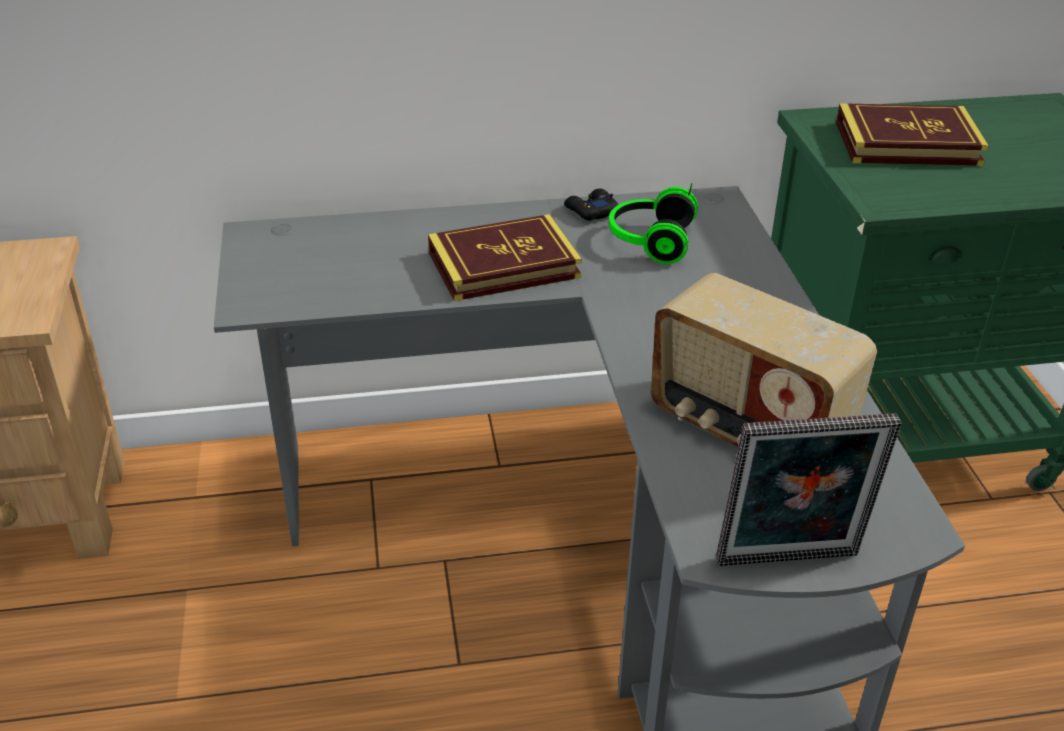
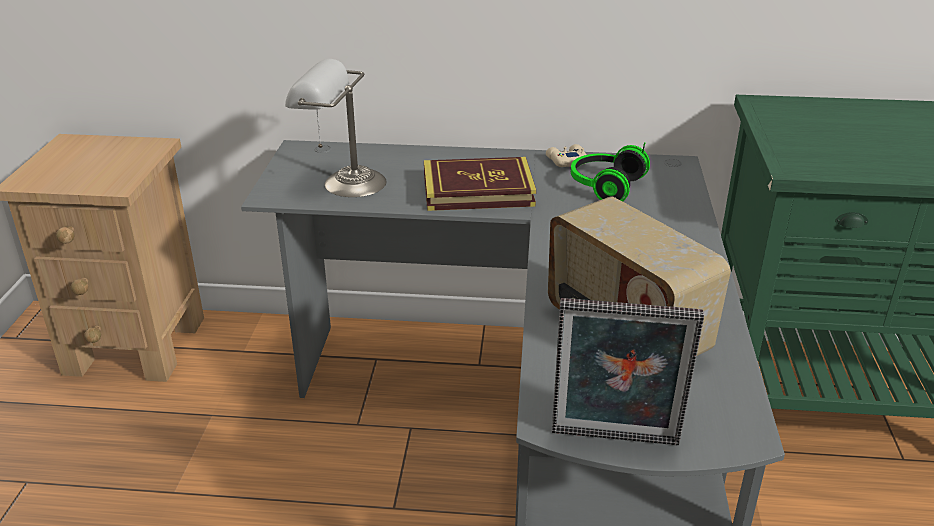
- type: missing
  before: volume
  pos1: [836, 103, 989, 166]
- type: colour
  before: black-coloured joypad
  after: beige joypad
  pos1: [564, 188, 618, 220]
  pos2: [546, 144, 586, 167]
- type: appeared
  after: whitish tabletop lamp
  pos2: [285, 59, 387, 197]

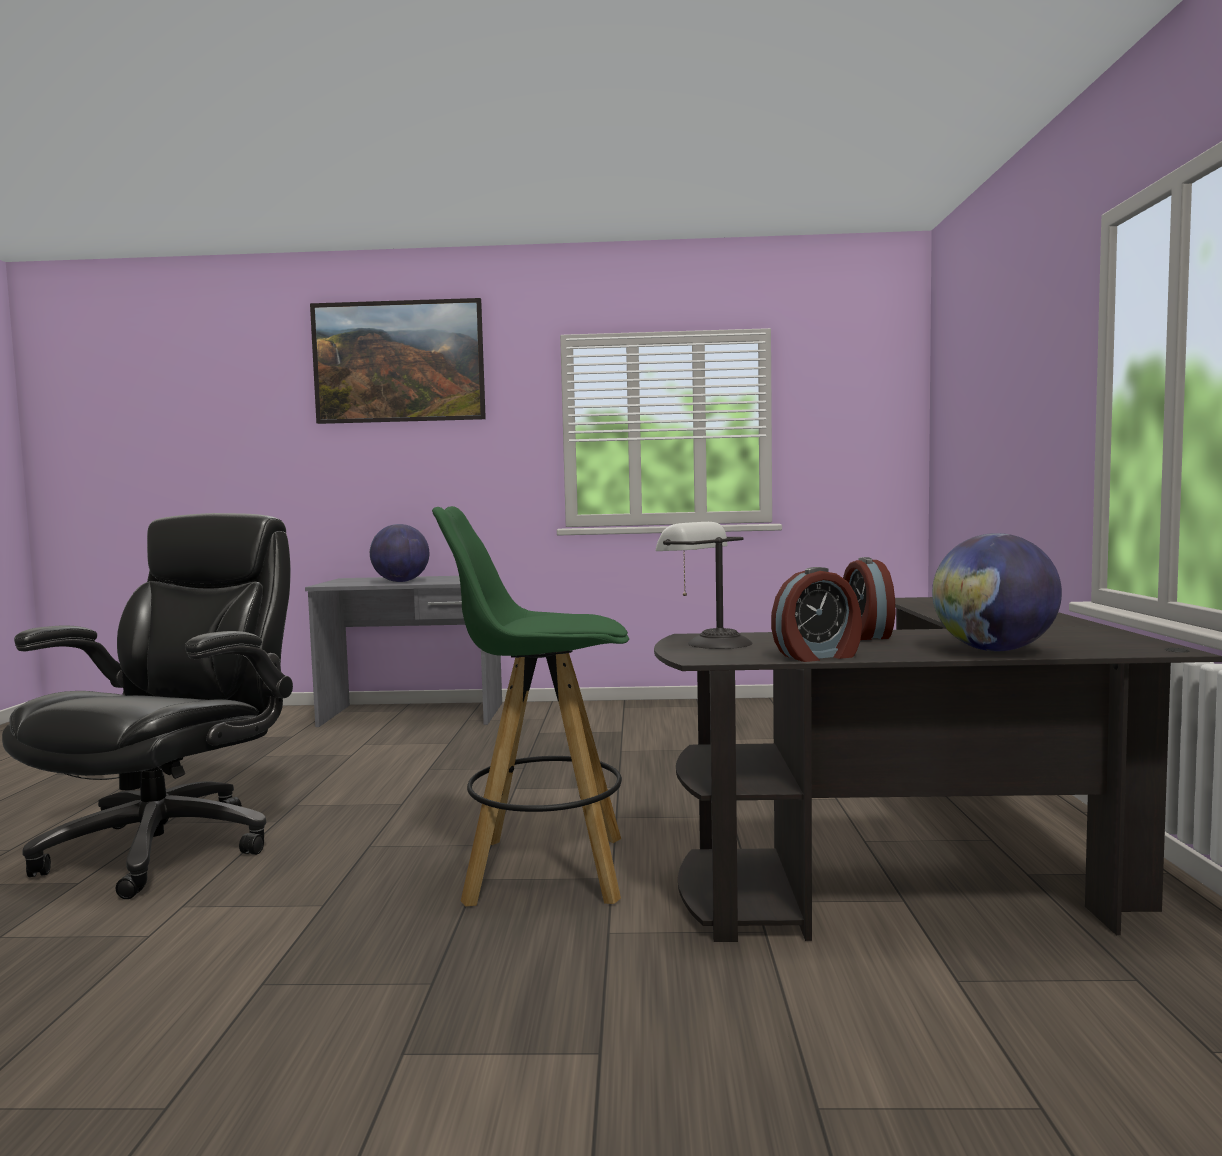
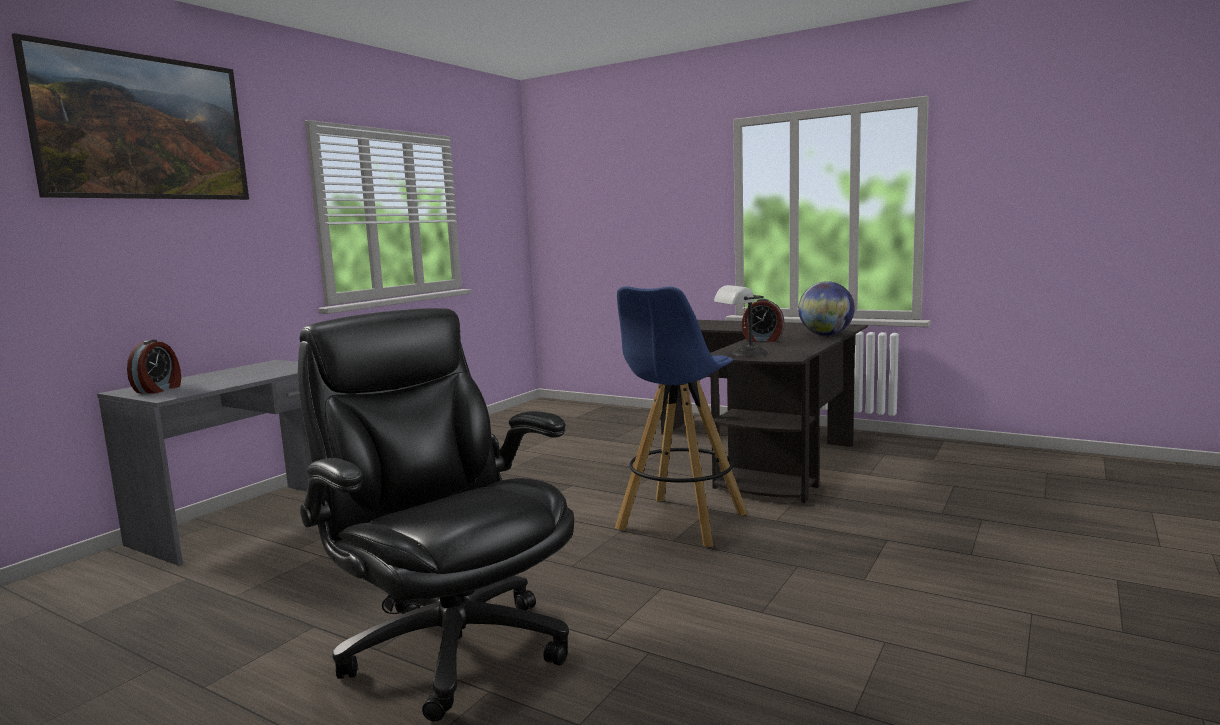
- type: colour
  before: greenish stool
  after: bluish stool
  pos1: [432, 506, 629, 906]
  pos2: [615, 286, 747, 547]
- type: missing
  before: world globe
  pos1: [370, 524, 429, 582]
- type: relocated
  before: bedside clock
  pos1: [771, 567, 862, 662]
  pos2: [127, 340, 181, 393]

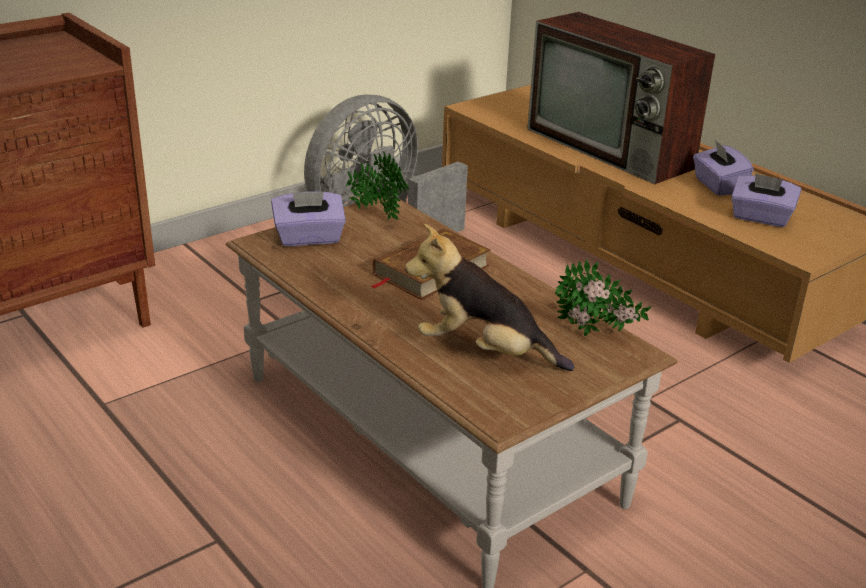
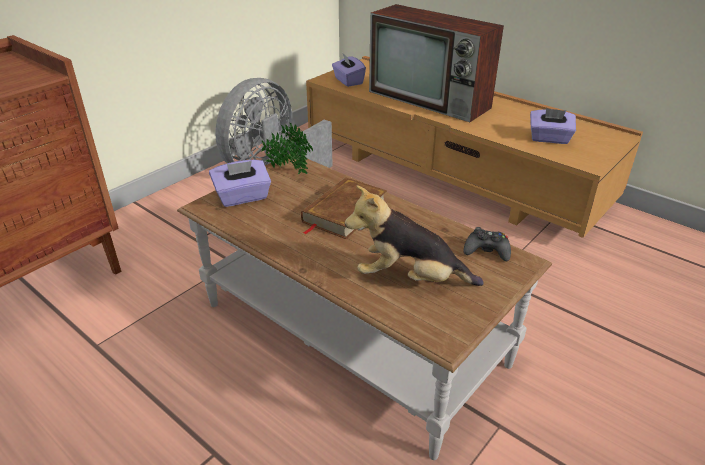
- type: relocated
  before: purplish tissue holder
  pos1: [693, 140, 754, 196]
  pos2: [332, 54, 366, 87]
- type: exchanged
  before: plant in a pot
  after: black-coloured joypad
  pos1: [555, 259, 651, 336]
  pos2: [464, 227, 511, 261]

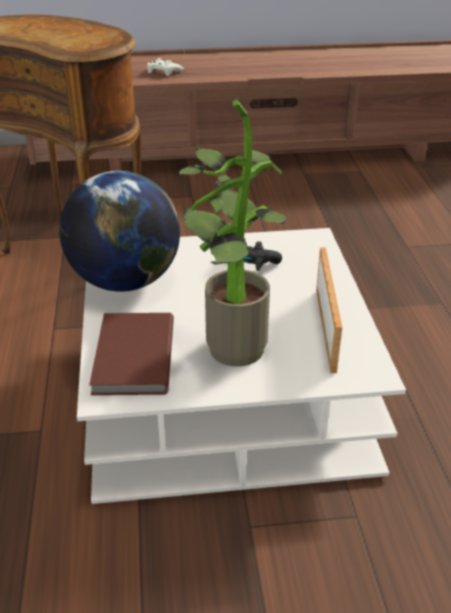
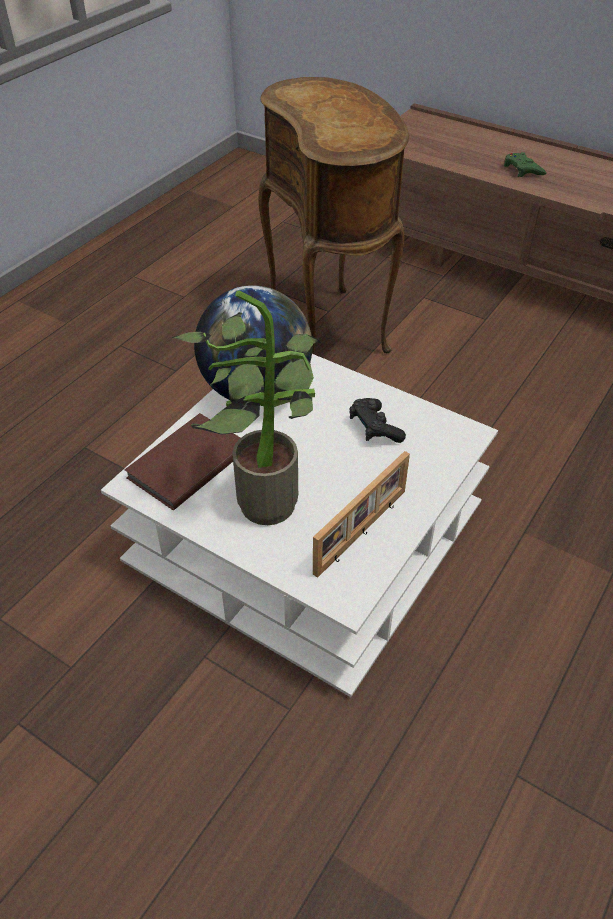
- type: colour
  before: whitish joypad
  after: greenish joypad
  pos1: [147, 58, 184, 76]
  pos2: [504, 152, 546, 177]

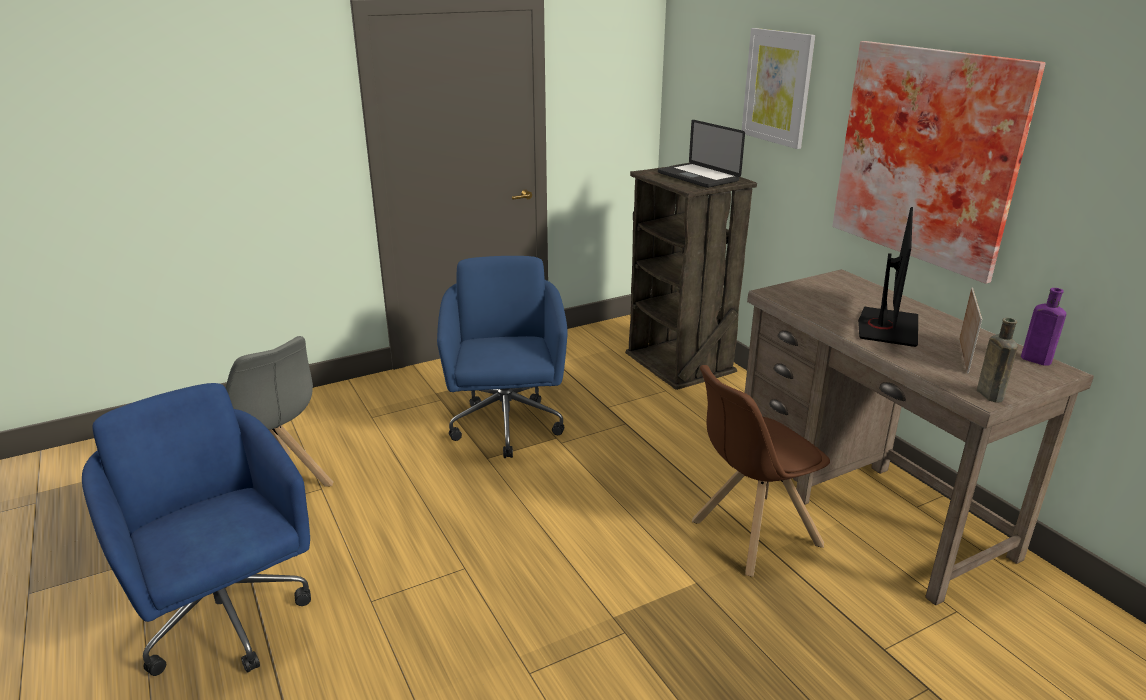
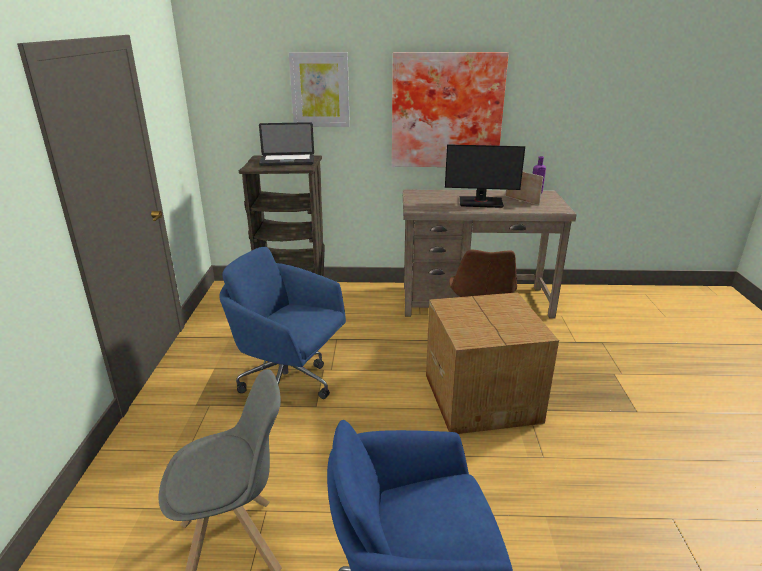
- type: spun
  before: computer display
  pos1: [858, 207, 918, 347]
  pos2: [445, 144, 525, 208]
  turn: 135
- type: missing
  before: brownish drink bottle
  pos1: [977, 318, 1018, 402]
- type: appeared
  after: packing box
  pos2: [426, 292, 559, 434]

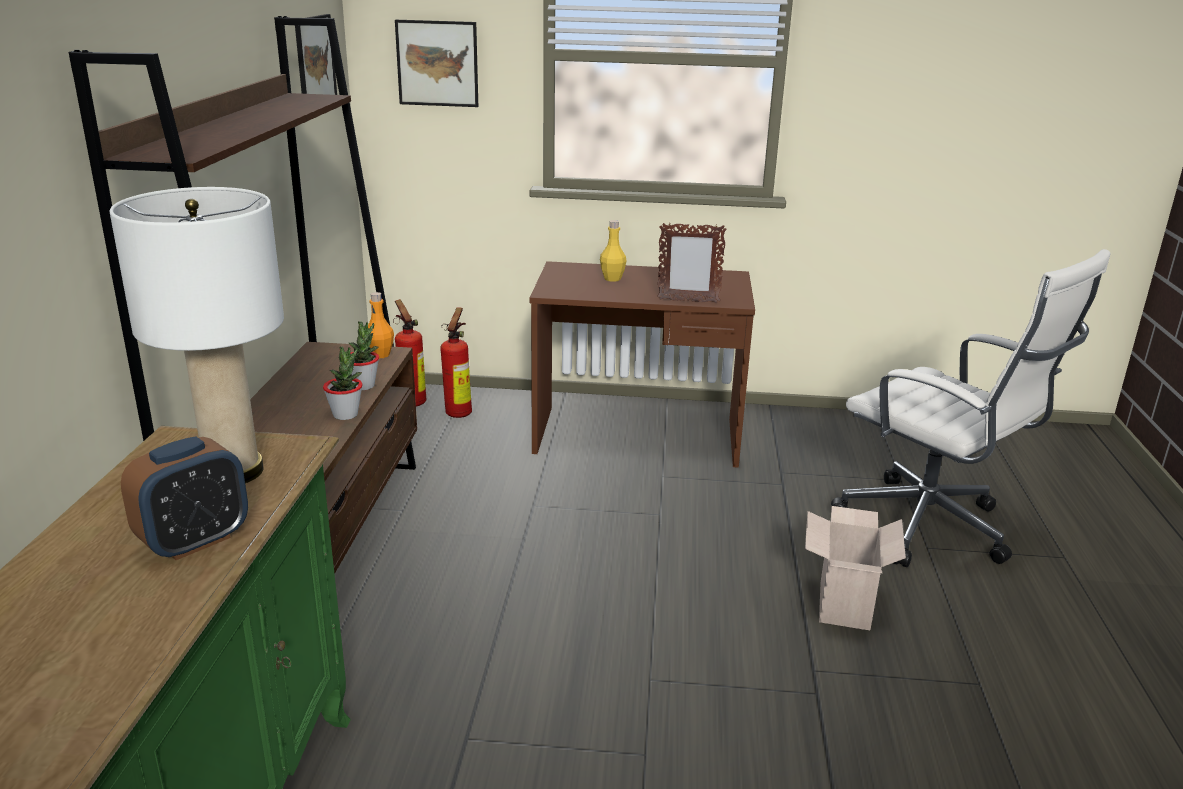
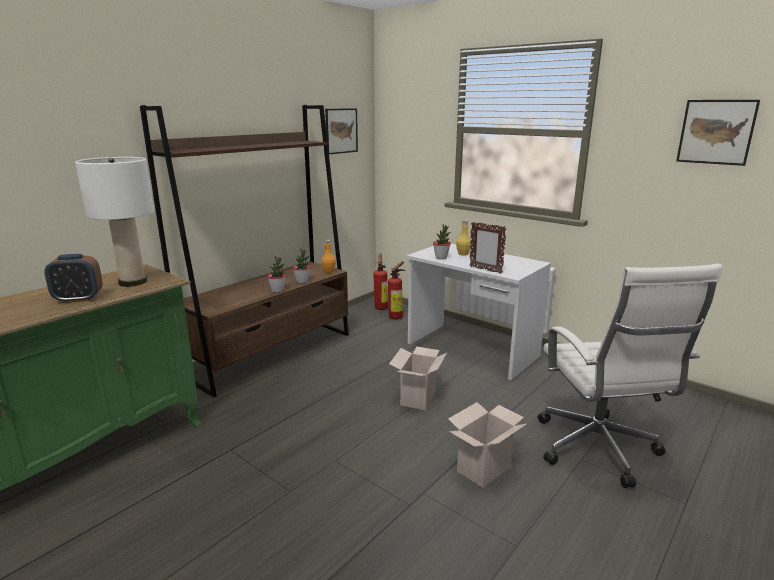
- type: relocated
  before: wall picture
  pos1: [395, 20, 478, 107]
  pos2: [676, 100, 760, 166]
- type: colour
  before: brownish desk unit
  after: whitish desk unit
  pos1: [530, 261, 755, 468]
  pos2: [406, 244, 551, 380]
- type: appeared
  after: plant in a pot
  pos2: [433, 224, 451, 259]
- type: appeared
  after: packing box
  pos2: [389, 347, 447, 410]

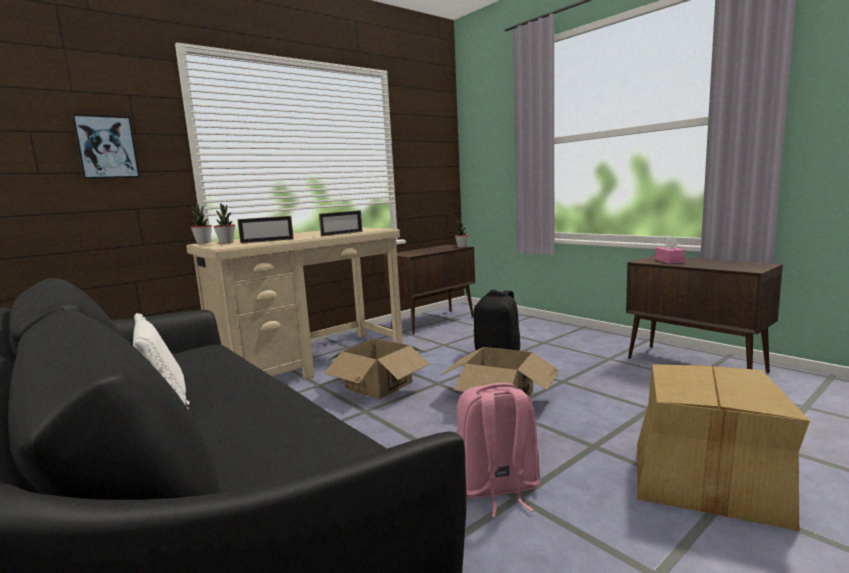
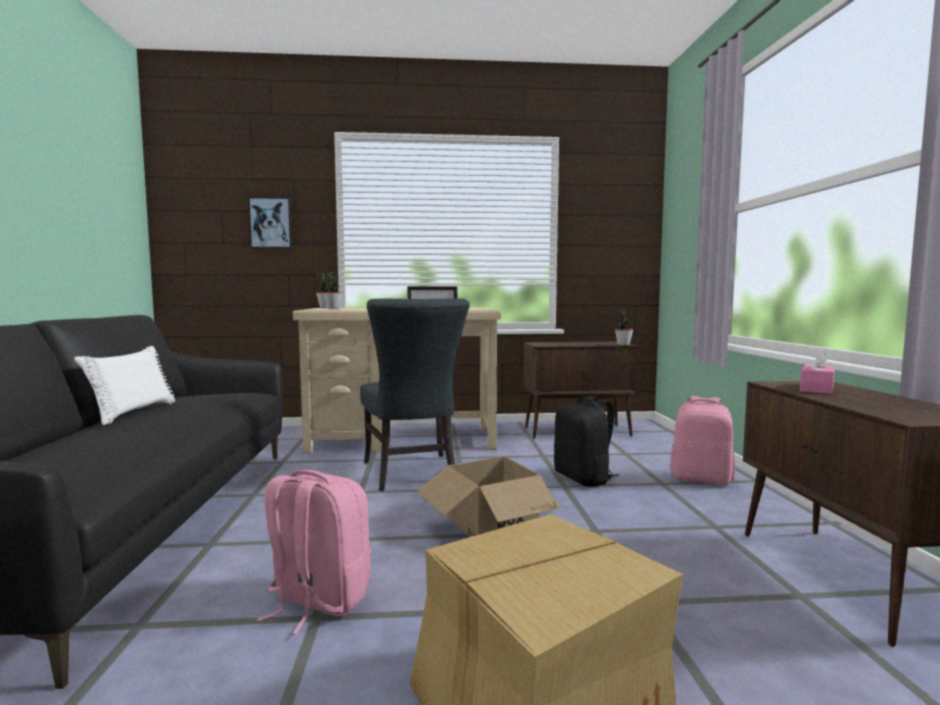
- type: missing
  before: standing frame
  pos1: [237, 216, 294, 243]
- type: exchanged
  before: packing box
  after: grey chair
  pos1: [324, 338, 430, 399]
  pos2: [360, 298, 470, 491]
- type: appeared
  after: pink-coloured backpack
  pos2: [670, 396, 735, 485]

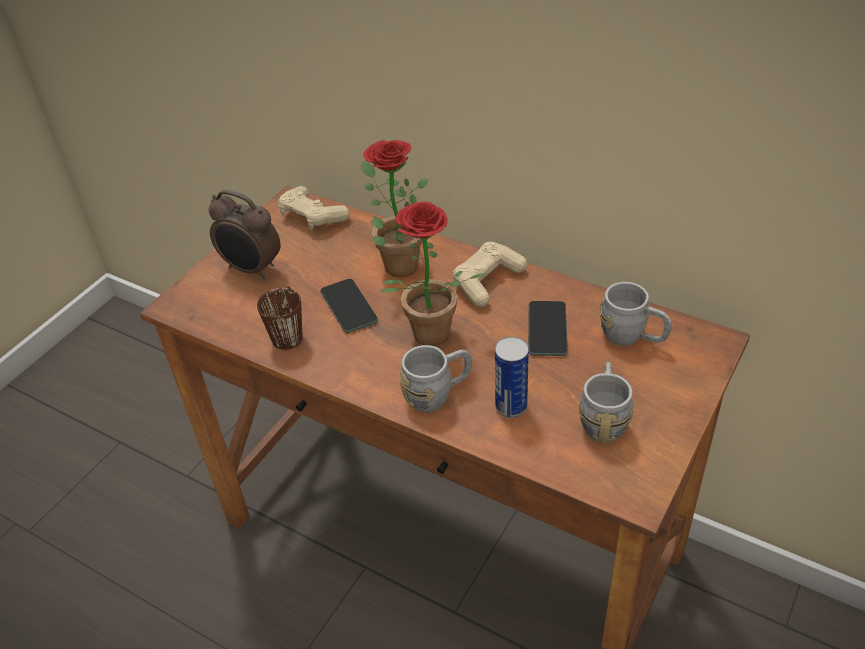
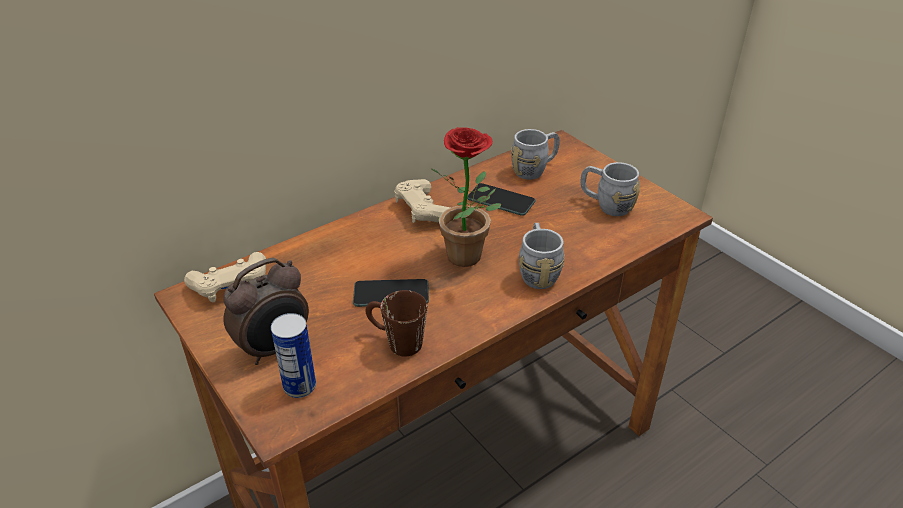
- type: missing
  before: plant in a pot
  pos1: [361, 140, 428, 277]
- type: relocated
  before: can
  pos1: [495, 337, 529, 418]
  pos2: [271, 313, 316, 398]

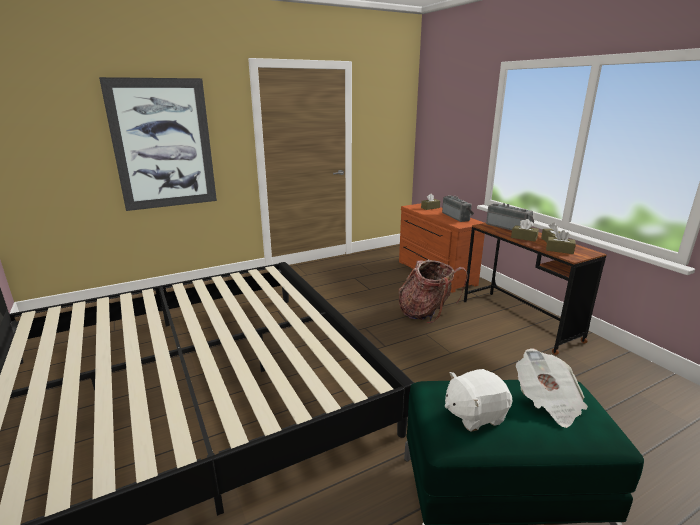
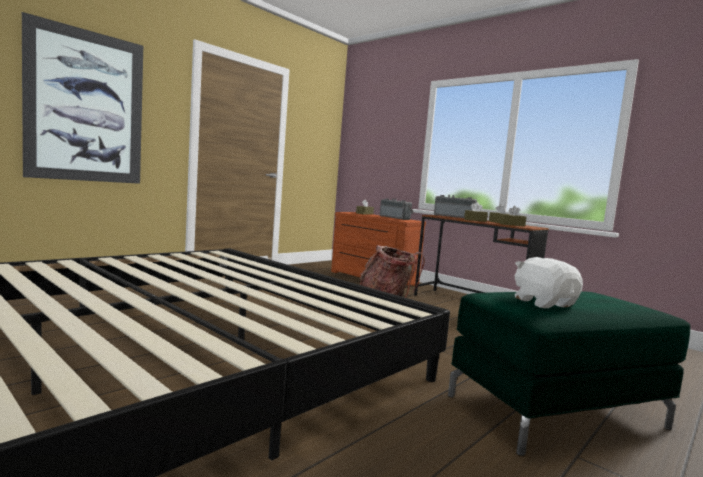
- type: missing
  before: daily paper
  pos1: [516, 349, 588, 428]
- type: spun
  before: whitish plush toy
  pos1: [445, 369, 512, 432]
  pos2: [515, 257, 583, 308]
  turn: 105

